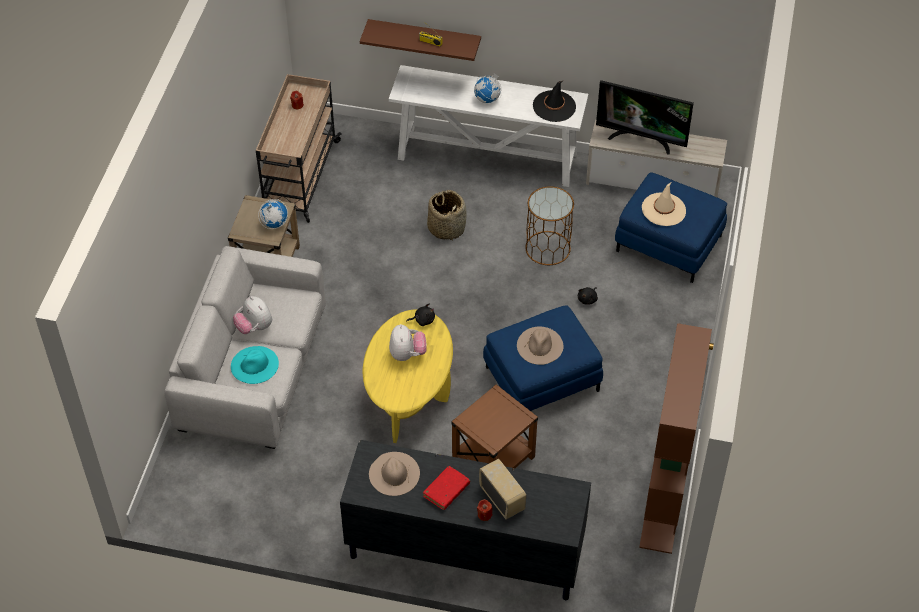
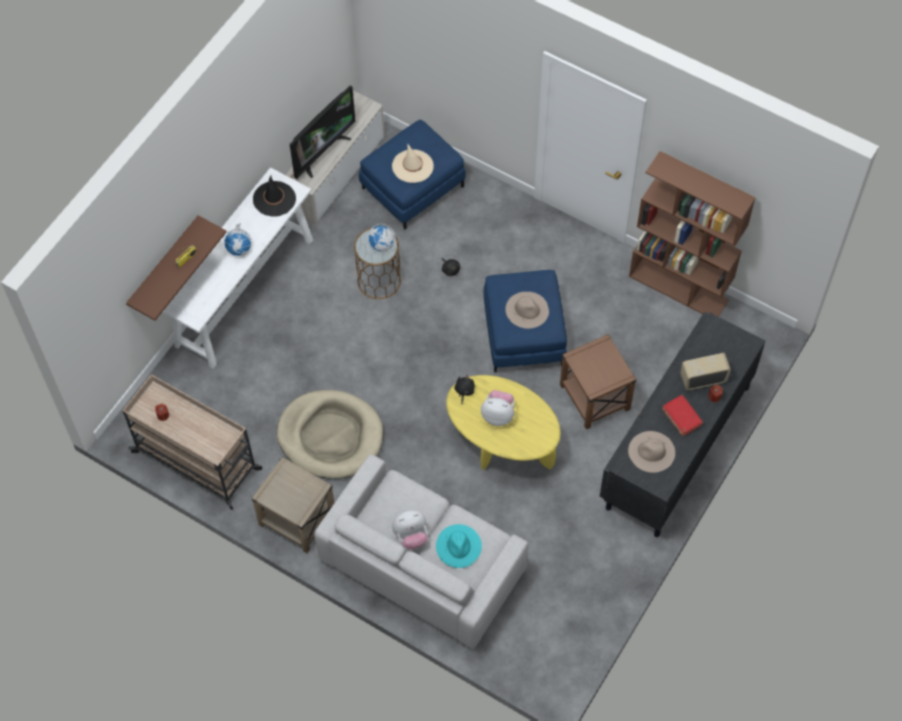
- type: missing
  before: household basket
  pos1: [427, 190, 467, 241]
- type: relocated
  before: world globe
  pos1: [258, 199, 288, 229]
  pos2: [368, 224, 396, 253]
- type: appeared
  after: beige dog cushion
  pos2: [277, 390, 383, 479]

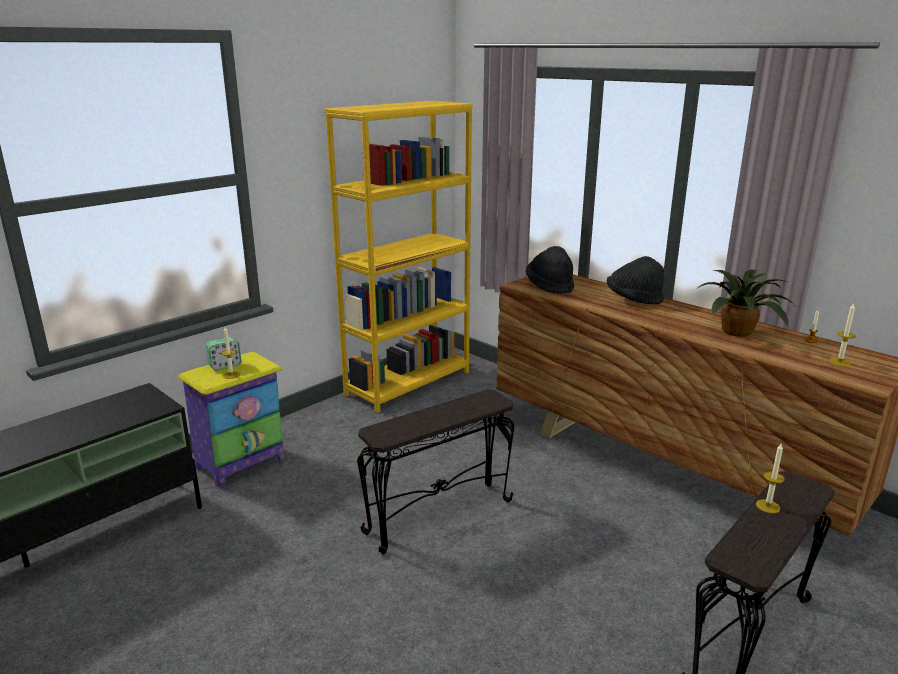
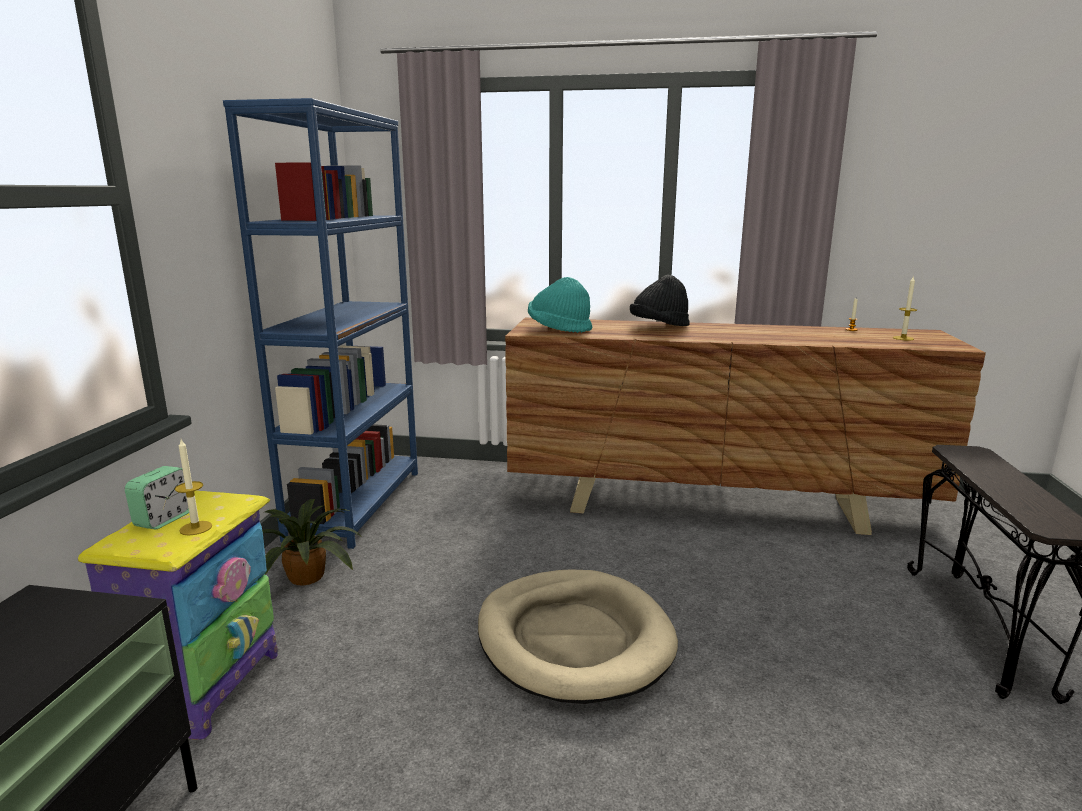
- type: colour
  before: yellow bookshelf
  after: bluish bookshelf
  pos1: [325, 101, 473, 413]
  pos2: [223, 98, 418, 549]
- type: colour
  before: black-coloured wearable hat
  after: blue-green wearable hat
  pos1: [526, 246, 574, 294]
  pos2: [528, 277, 592, 333]
- type: relocated
  before: plant in a pot
  pos1: [698, 269, 795, 337]
  pos2: [262, 499, 362, 586]
- type: exchanged
  before: black-coloured end table
  after: beige dog cushion
  pos1: [357, 390, 514, 555]
  pos2: [478, 569, 678, 704]
- type: missing
  before: wax light
  pos1: [756, 444, 785, 513]

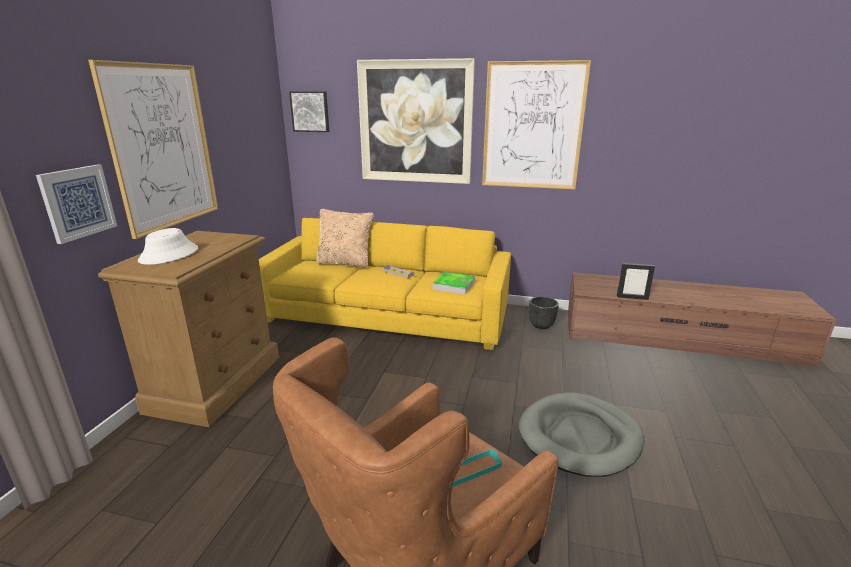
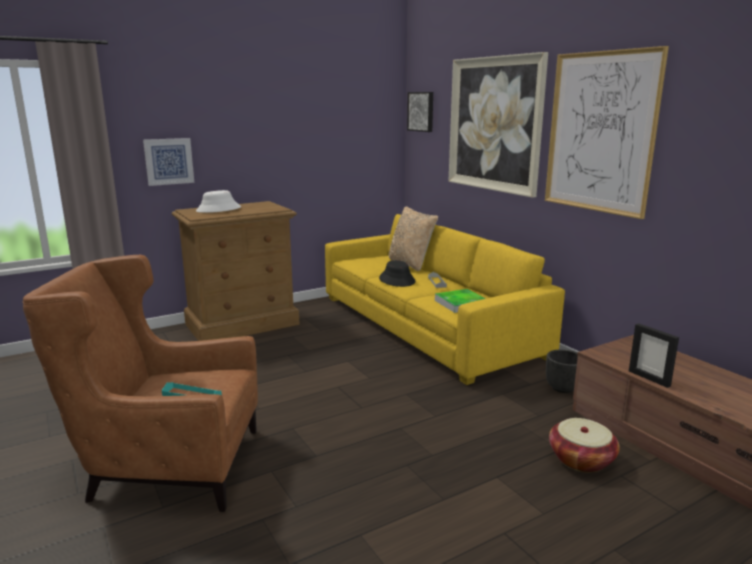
- type: missing
  before: wall picture
  pos1: [88, 60, 218, 239]
- type: missing
  before: grey dog cushion
  pos1: [519, 392, 644, 477]
- type: appeared
  after: black-coloured wearable hat
  pos2: [379, 260, 415, 287]
- type: appeared
  after: household basket
  pos2: [549, 418, 620, 472]

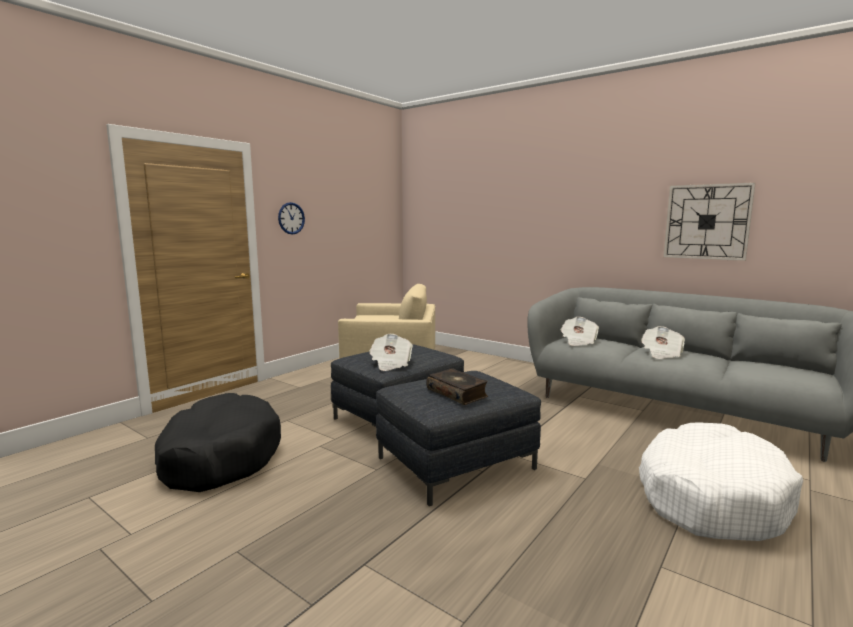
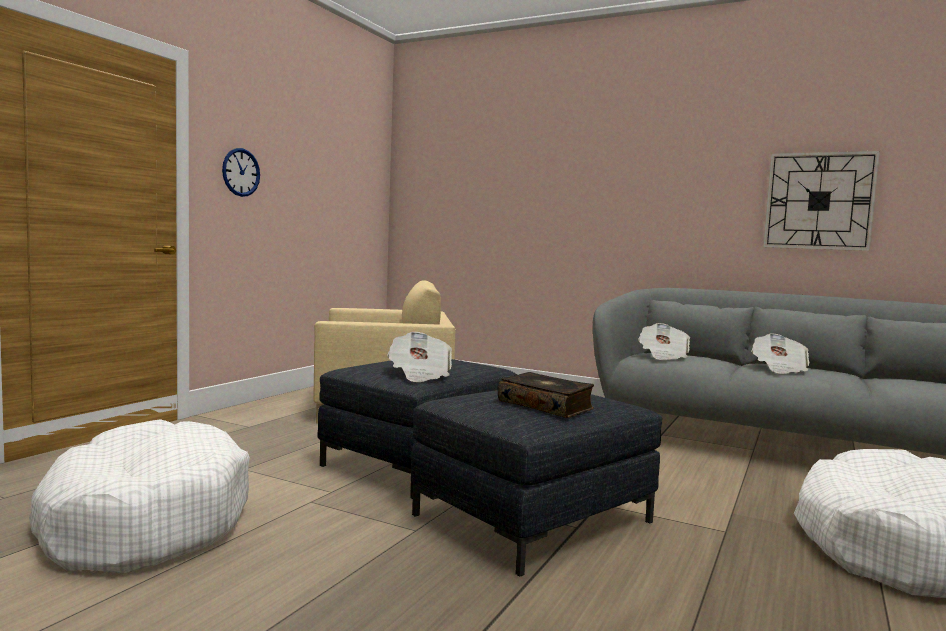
- type: colour
  before: black-coloured dog cushion
  after: whitish dog cushion
  pos1: [155, 393, 281, 492]
  pos2: [29, 419, 250, 573]

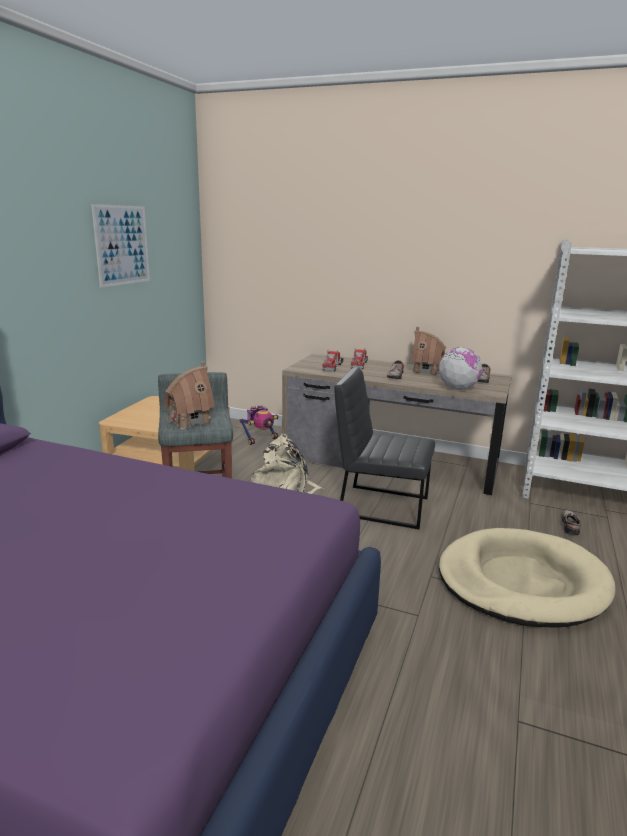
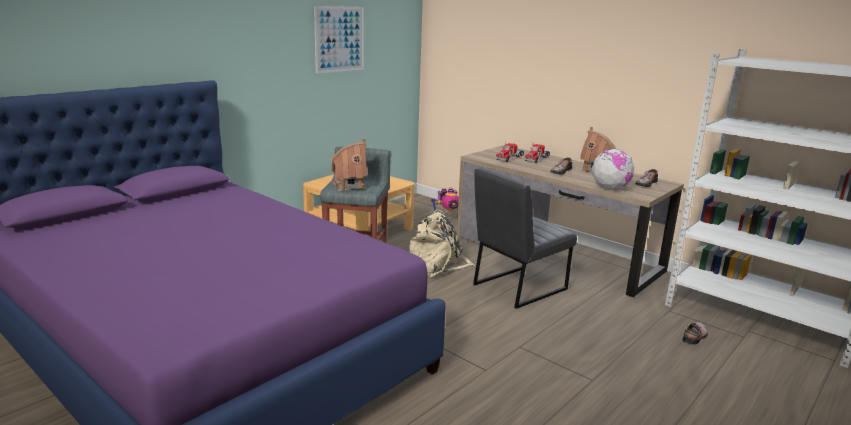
- type: spun
  before: grey chair
  pos1: [334, 367, 435, 529]
  pos2: [473, 168, 577, 309]
  turn: -75
- type: missing
  before: beige dog cushion
  pos1: [439, 528, 616, 627]

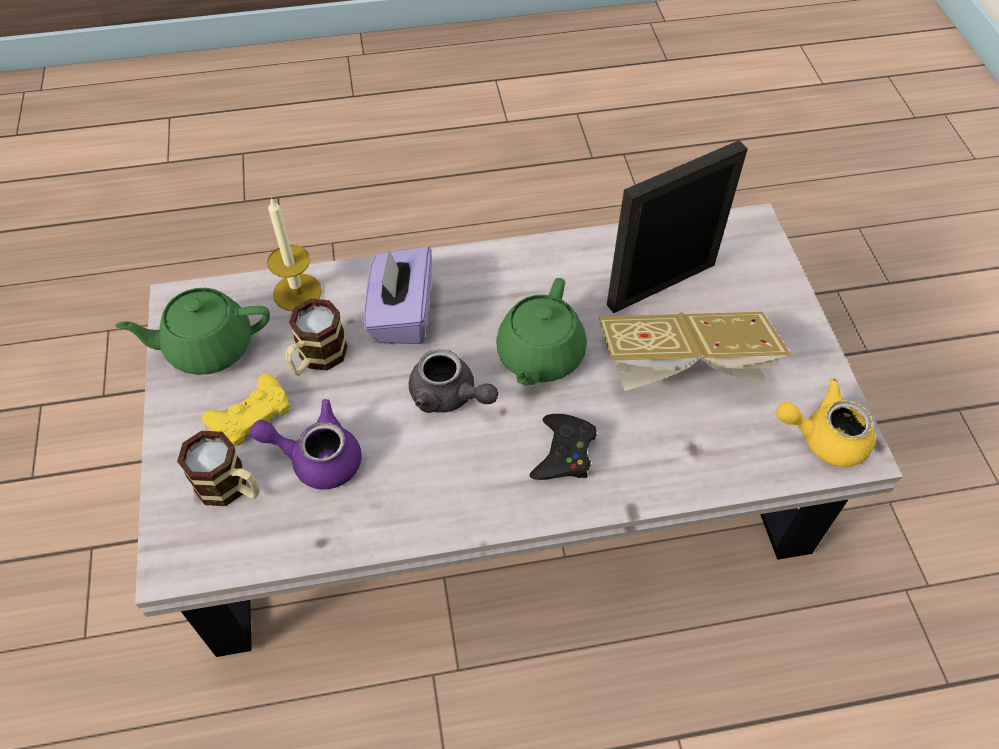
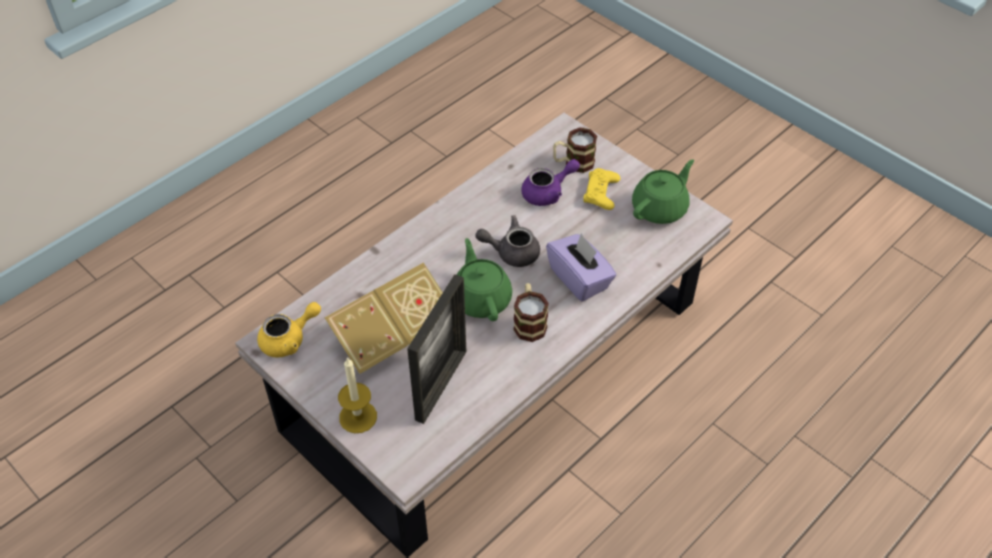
- type: relocated
  before: wax light
  pos1: [267, 198, 322, 311]
  pos2: [338, 357, 377, 433]
- type: relocated
  before: mug
  pos1: [285, 299, 348, 376]
  pos2: [513, 283, 549, 342]
- type: missing
  before: black-coloured joypad
  pos1: [529, 414, 597, 480]

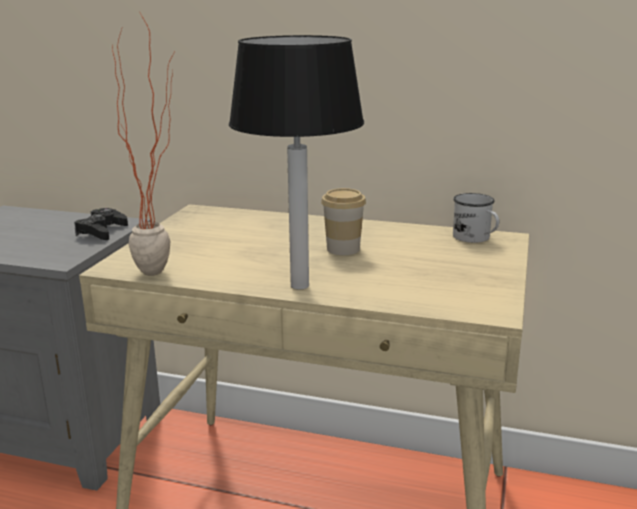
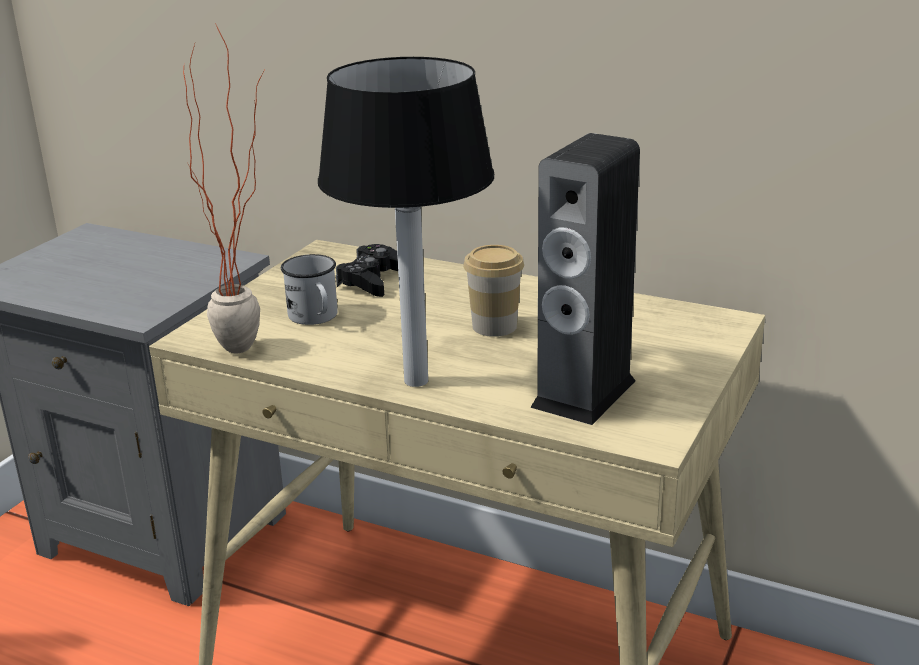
- type: relocated
  before: whitish mug
  pos1: [453, 193, 499, 243]
  pos2: [281, 254, 338, 325]
- type: relocated
  before: black-coloured joypad
  pos1: [74, 208, 128, 240]
  pos2: [336, 244, 398, 297]
- type: appeared
  after: speaker
  pos2: [530, 133, 640, 425]

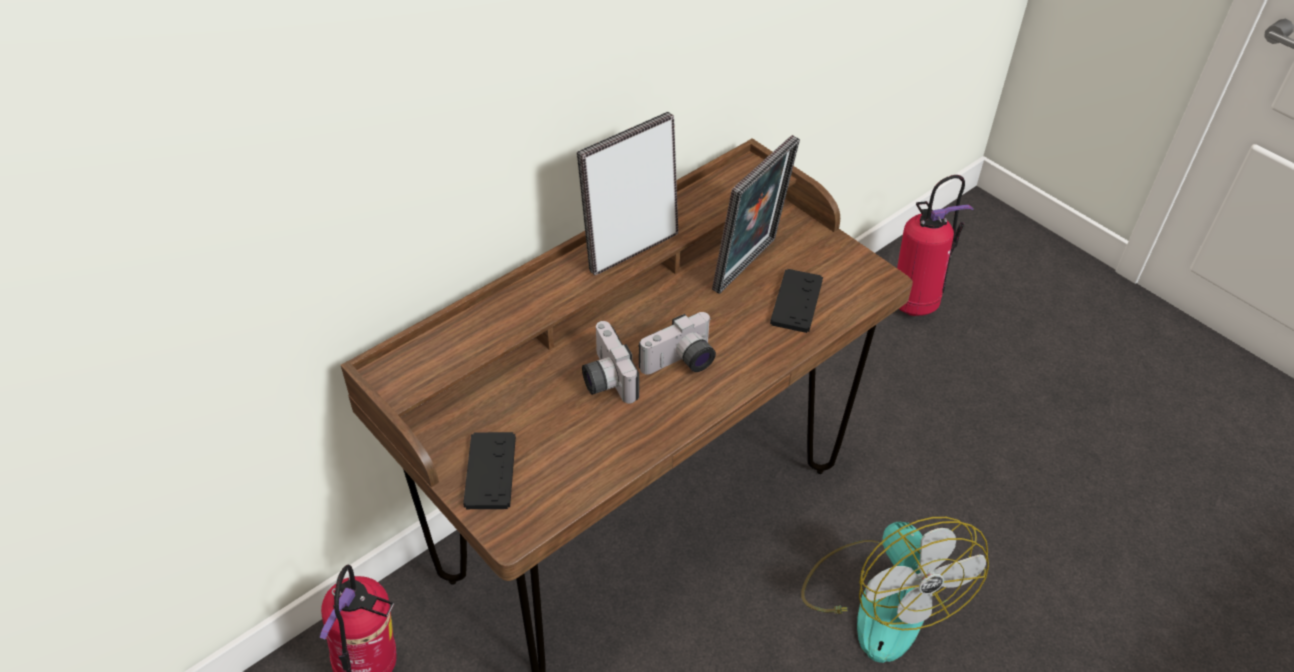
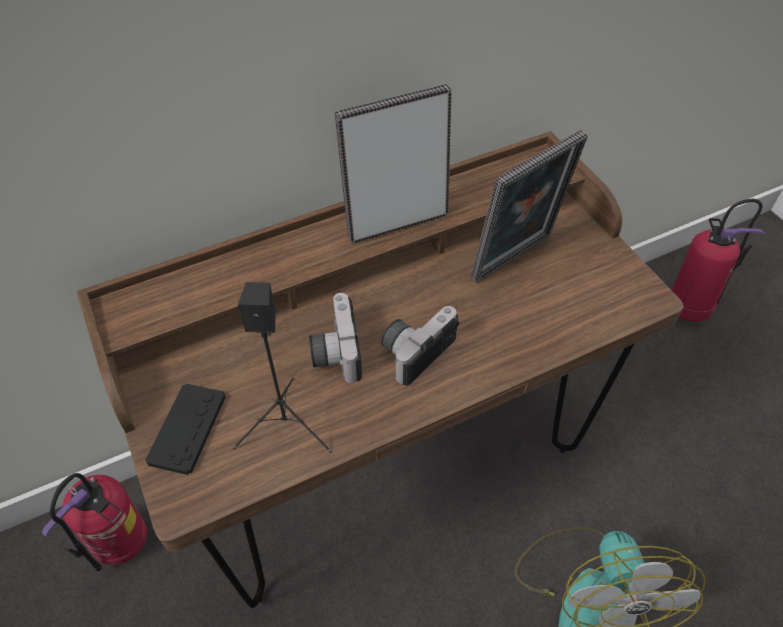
- type: missing
  before: black-coloured joypad
  pos1: [770, 269, 823, 333]
- type: spun
  before: still camera
  pos1: [639, 312, 716, 375]
  pos2: [381, 306, 459, 386]
  turn: 150
- type: appeared
  after: black-coloured speaker
  pos2: [233, 282, 332, 453]

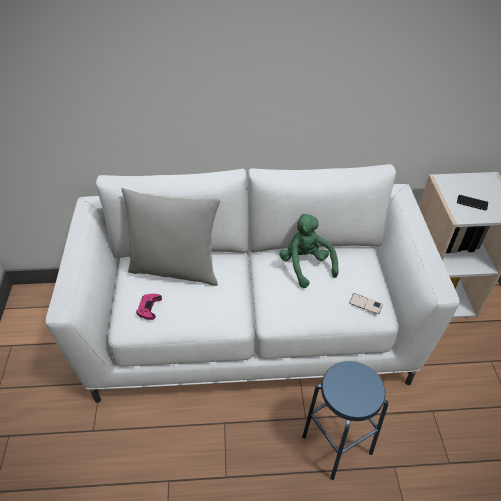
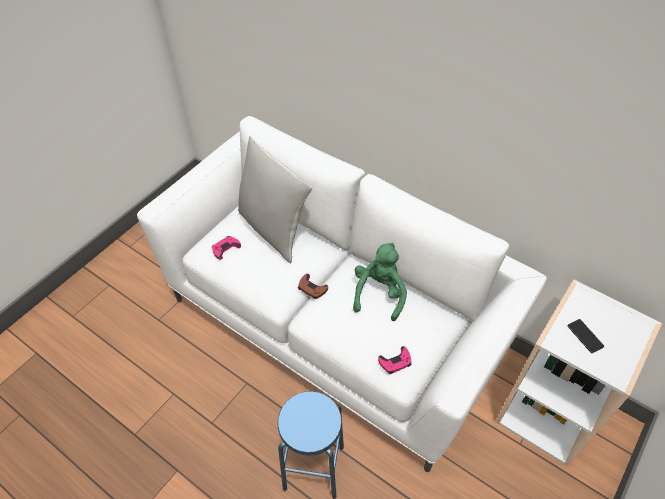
- type: exchanged
  before: telephone
  after: pink-coloured joypad
  pos1: [349, 293, 383, 314]
  pos2: [378, 346, 411, 374]
- type: appeared
  after: brownish joypad
  pos2: [298, 274, 328, 299]

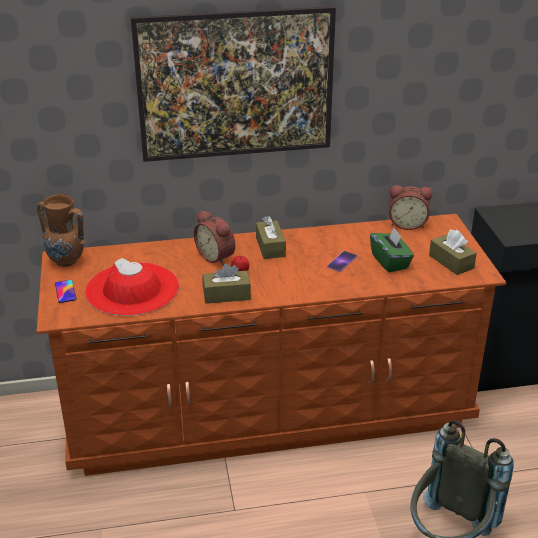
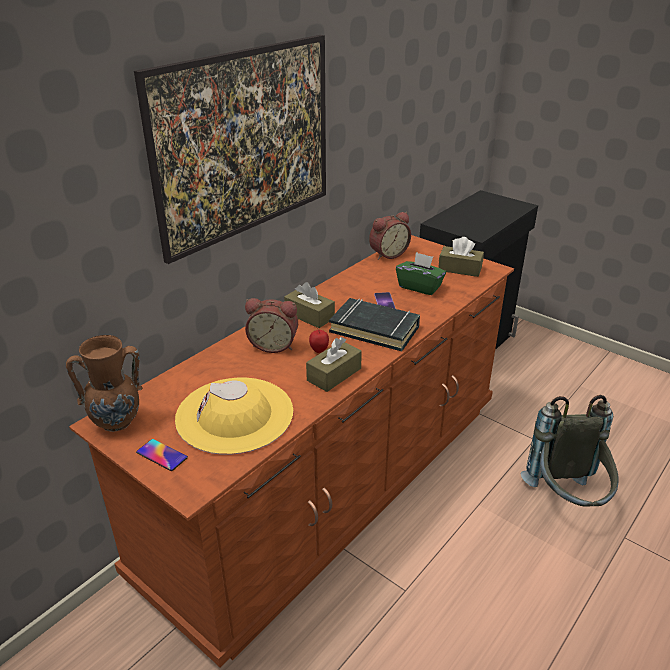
- type: colour
  before: red wearable hat
  after: yellow wearable hat
  pos1: [85, 258, 179, 316]
  pos2: [175, 378, 294, 455]
- type: appeared
  after: black-coloured volume
  pos2: [329, 298, 420, 351]

